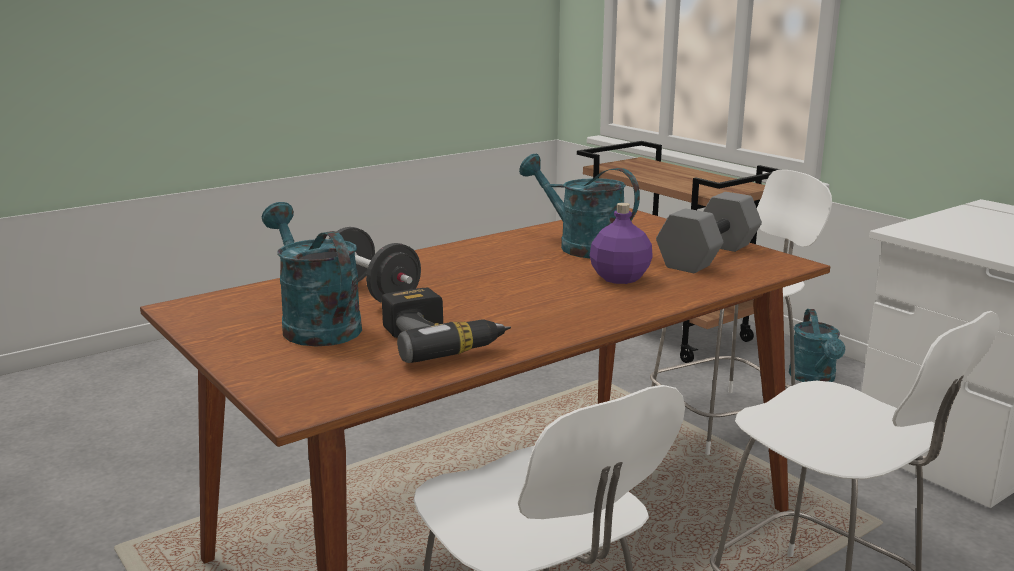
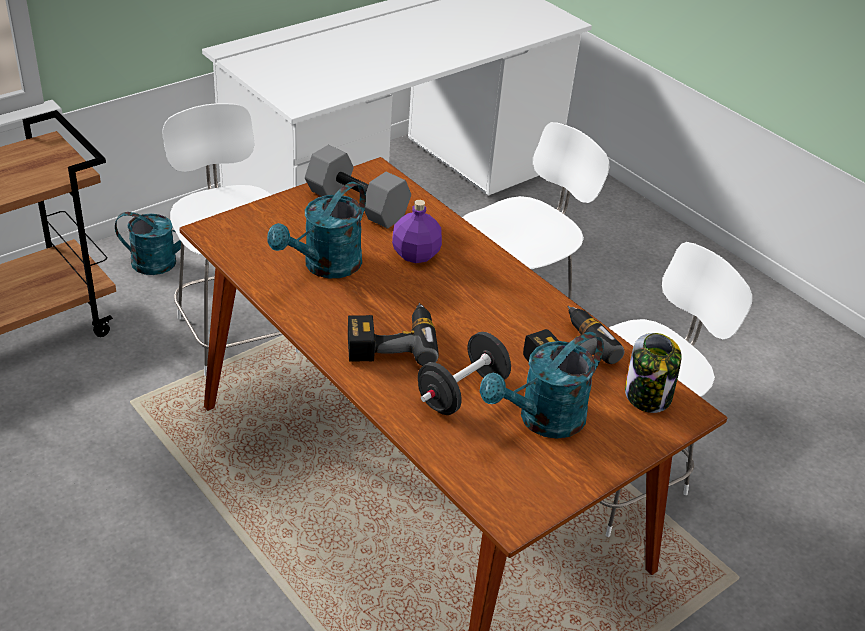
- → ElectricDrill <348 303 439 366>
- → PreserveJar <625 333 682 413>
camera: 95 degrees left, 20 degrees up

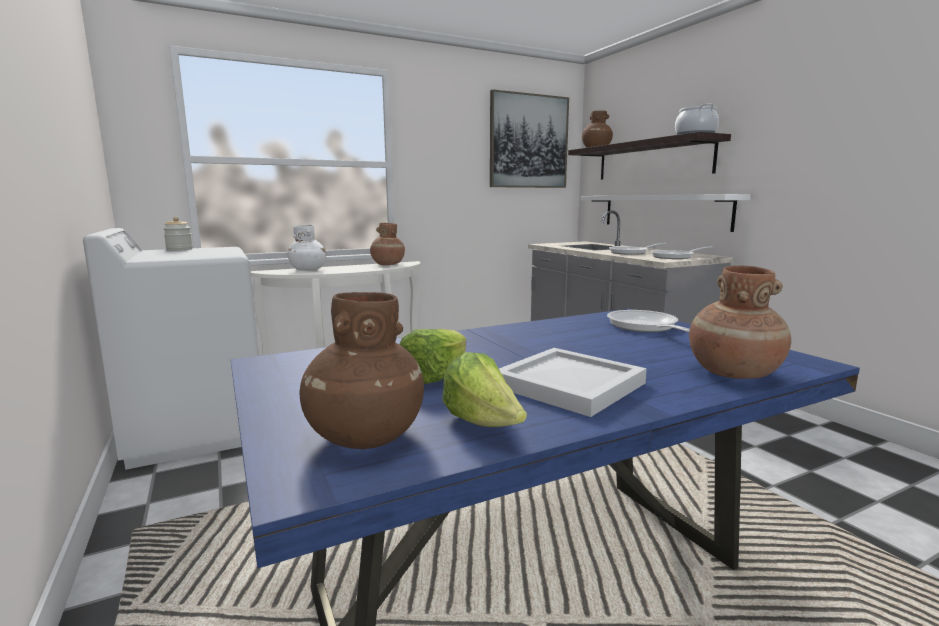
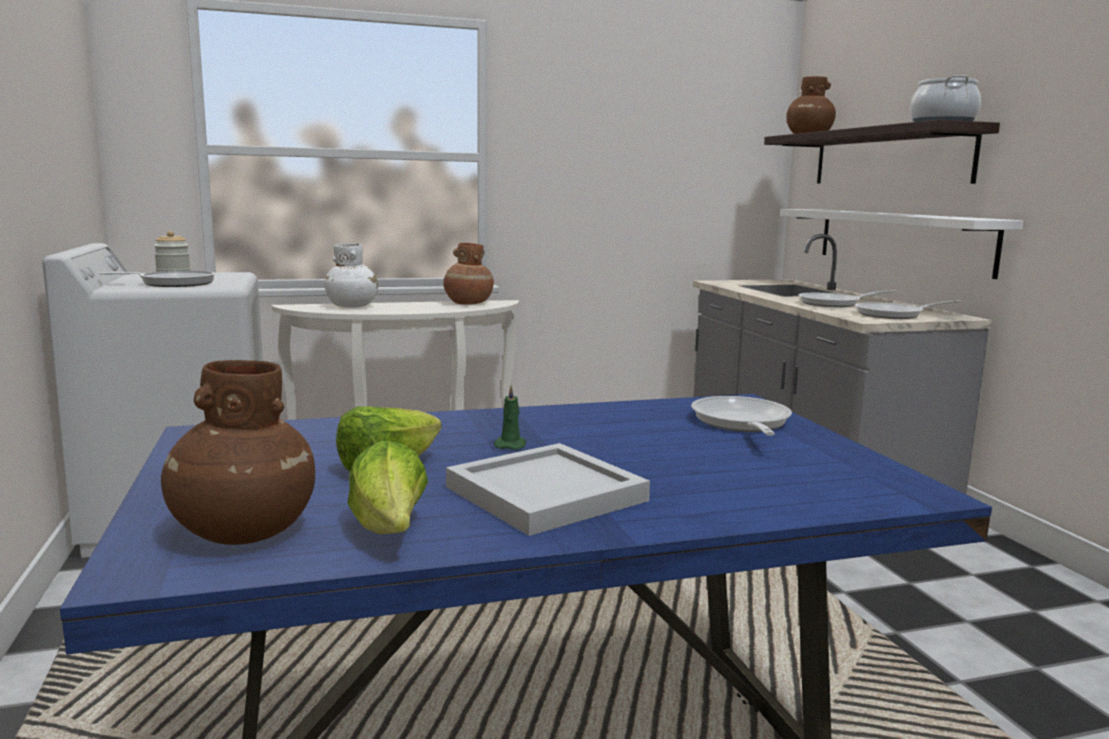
WallPicture <490 90 569 188> → -
BrownDecorativeVase <689 265 791 379> → -
- → FryingPan <99 271 215 287>
- → GreenishWaxCandle <494 385 526 450>
camera: 10 degrees right, 0 degrees up

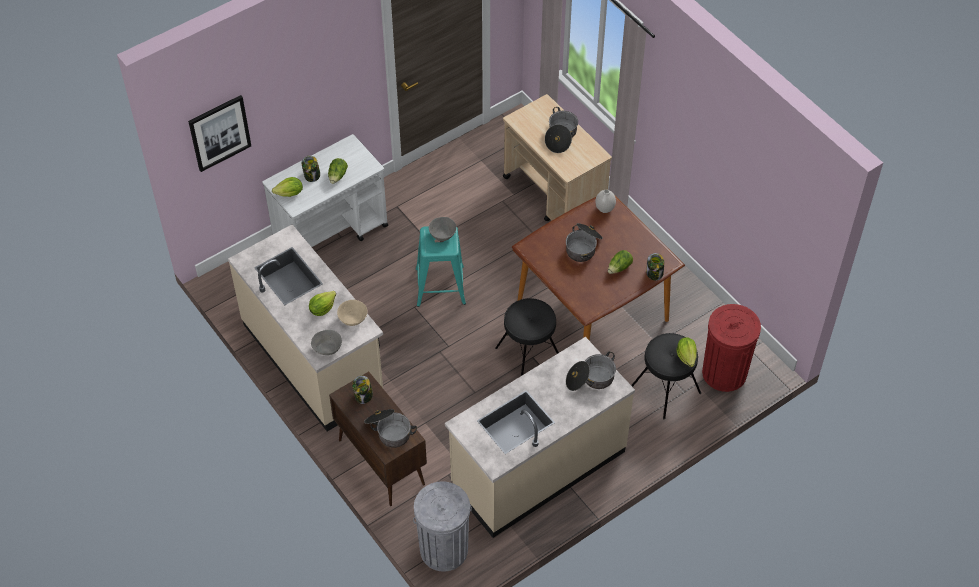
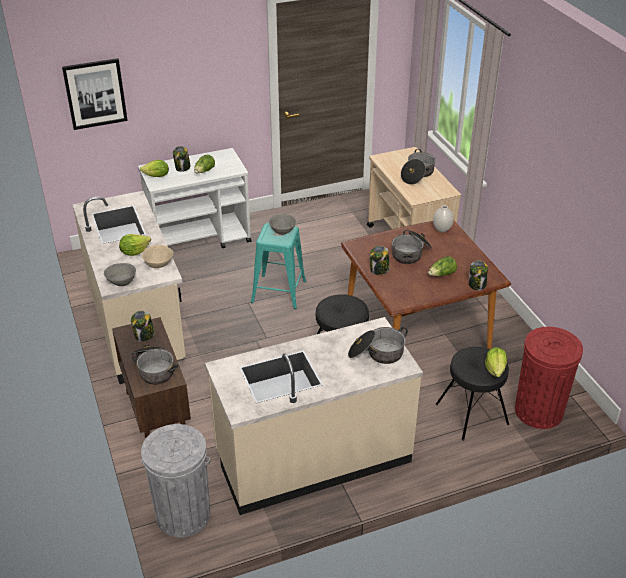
- → PreserveJar <370 246 390 275>
camera: 15 degrees right, 15 degrees down

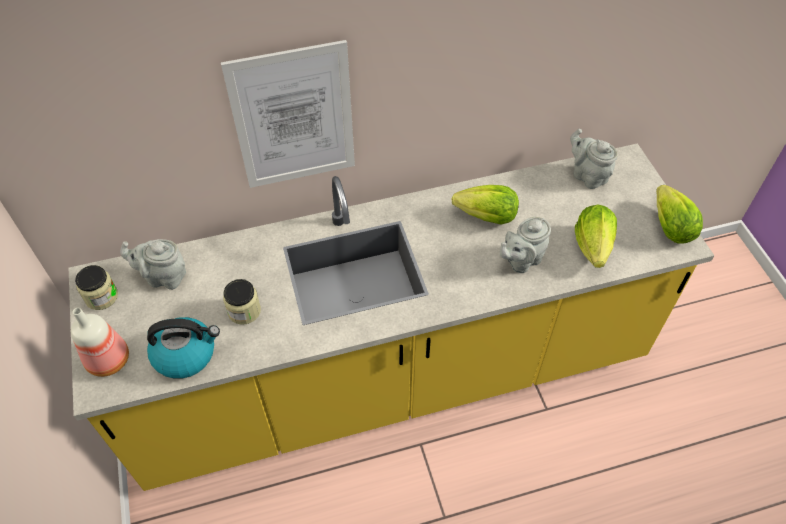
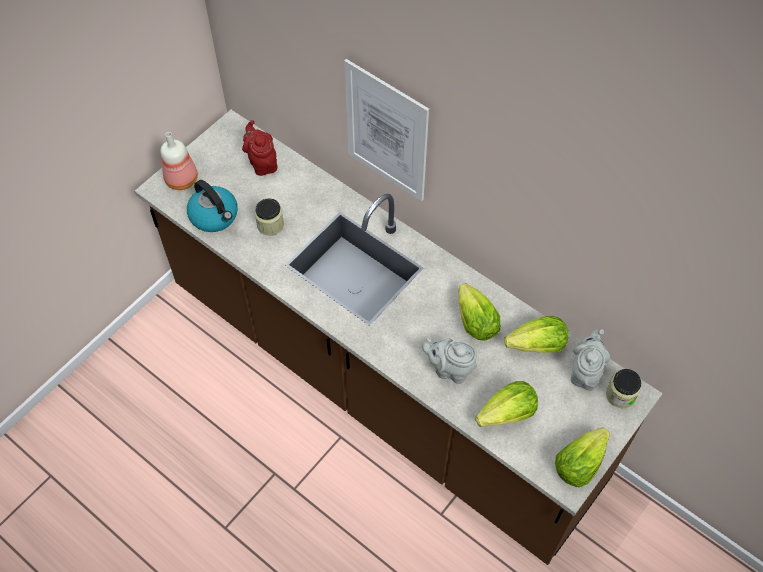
YellowishKitchenCounter <69 143 714 491> → BrownKitchenCounter <134 110 663 565>
PreserveJar <75 265 118 310> → PreserveJar <606 369 641 408>, moved
GreyTeapot <120 239 186 290> → ReddishTeapot <242 120 277 176>
- → LettuceHead <504 316 569 353>
camera: 55 degrees right, 5 degrees up

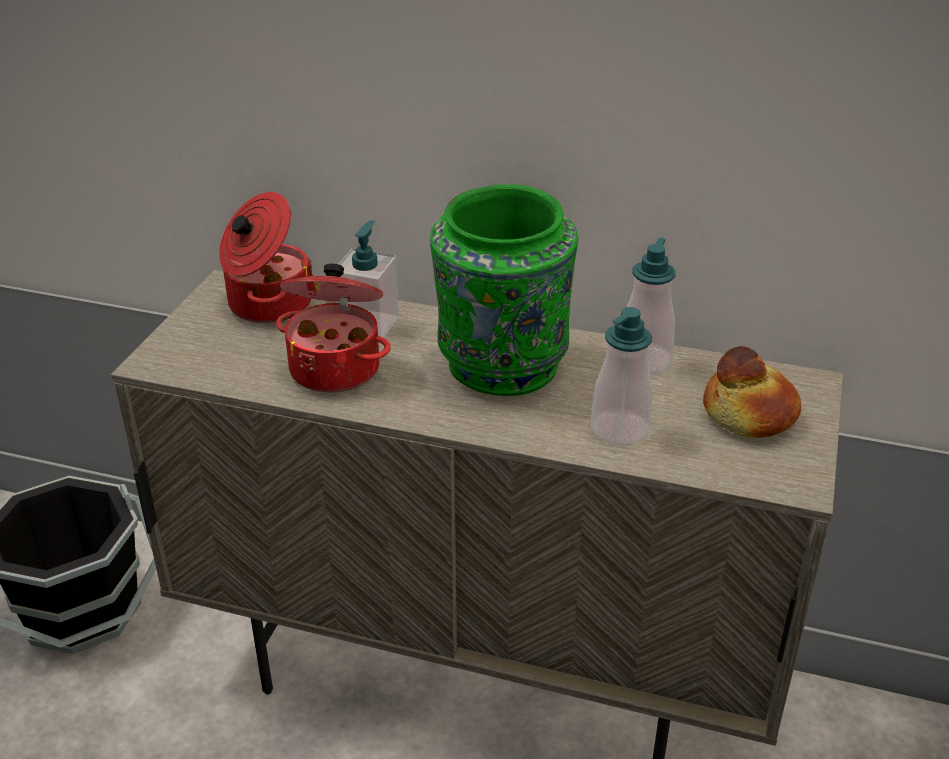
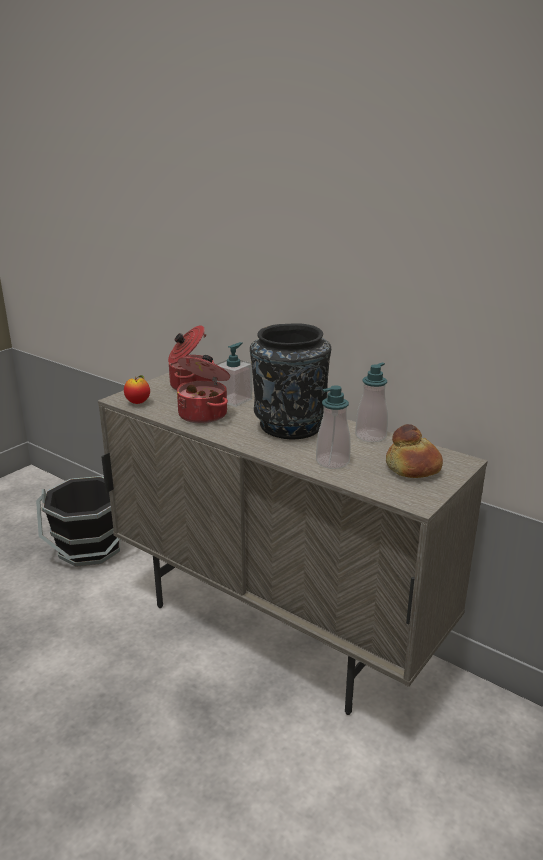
GreenishDecorativeVase <430 184 578 396> → BlackDecorativeVase <250 324 331 439>
- → WholeApple <124 375 150 404>
camera: 20 degrees right, 10 degrees down

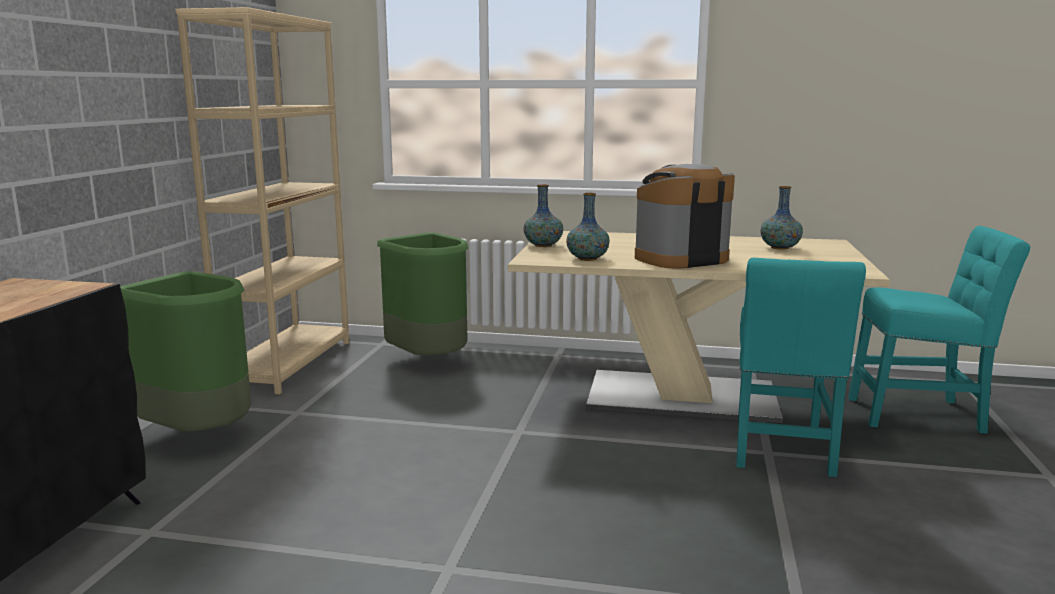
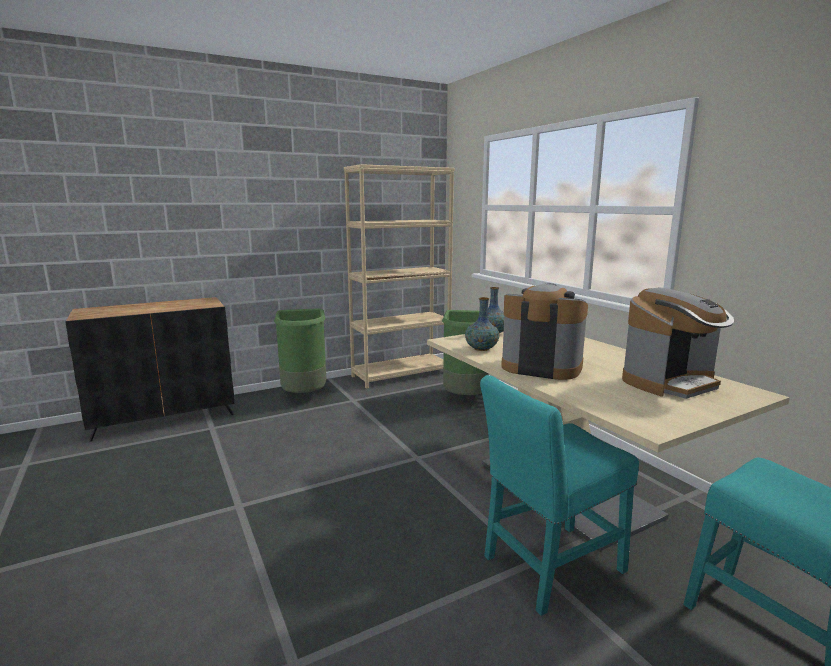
DecorativeVase <760 186 803 250> → CoffeeMachine <622 288 734 399>
camera: 50 degrees right, 0 degrees up

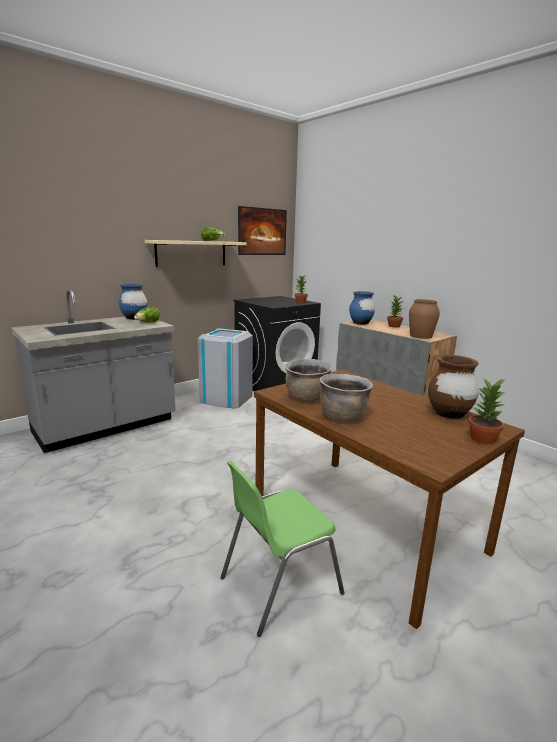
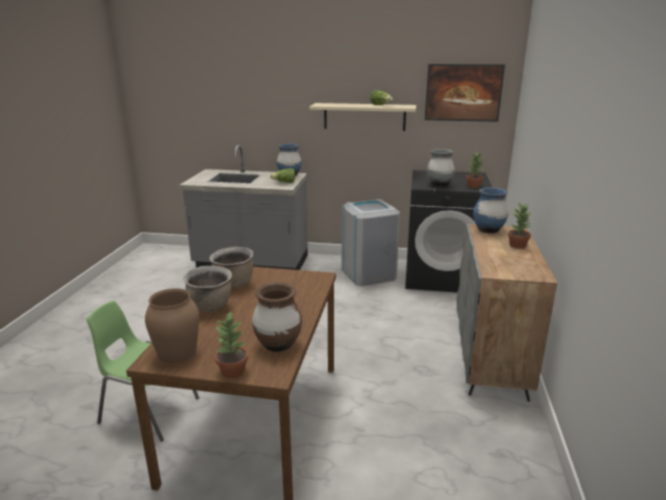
BrownDecorativeVase <409 299 440 339> → BrownDecorativeVase <145 288 199 364>, moved
- → GreyDecorativeVase <426 149 455 187>
camera: 50 degrees right, 5 degrees up

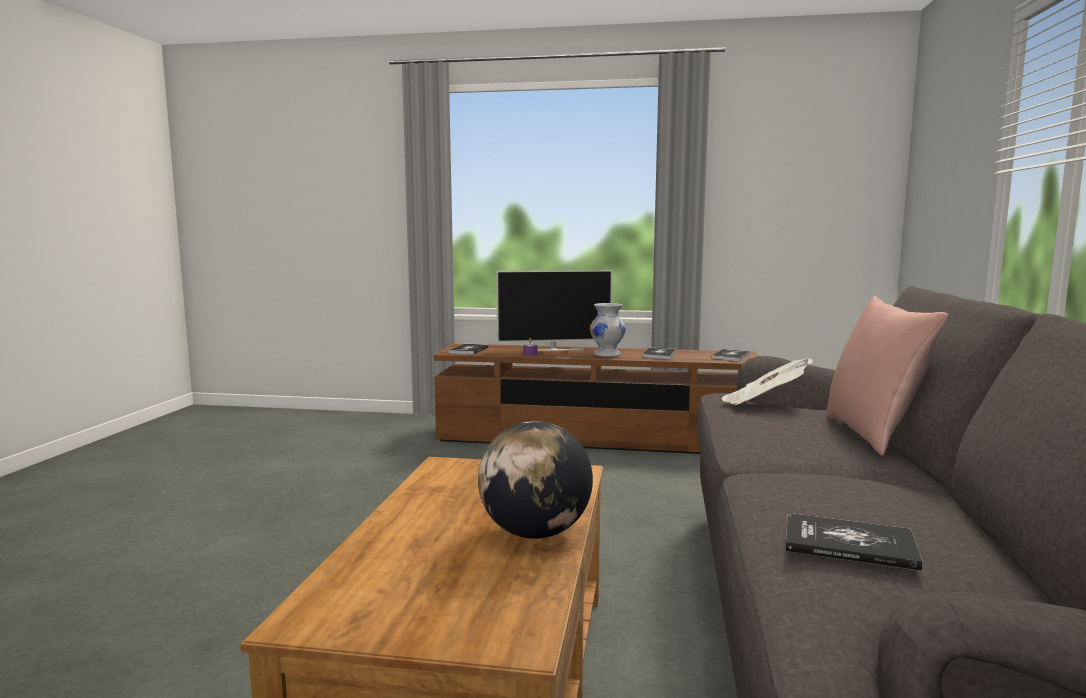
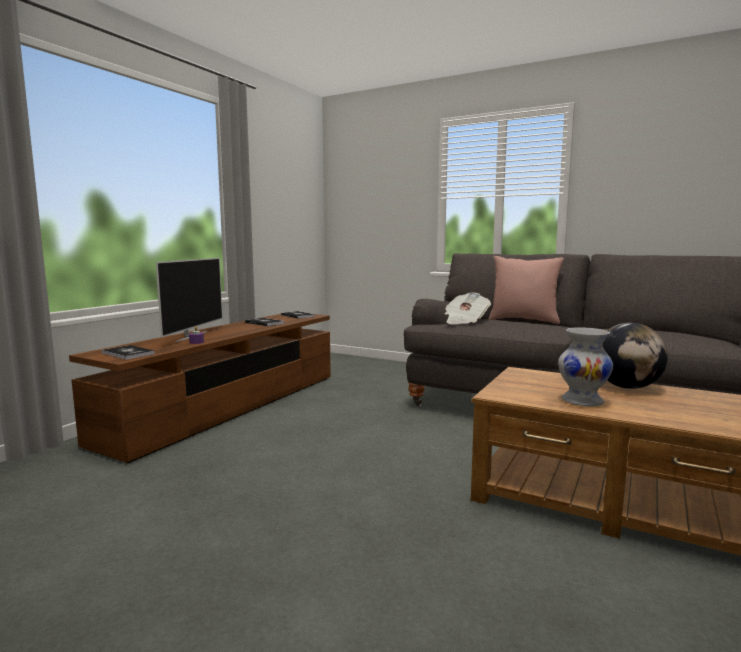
WhiteColouredDecorativeVase <590 303 626 357> → WhiteColouredDecorativeVase <558 327 613 406>, moved
Book <786 513 923 571> → -
camera: 70 degrees left, 0 degrees up

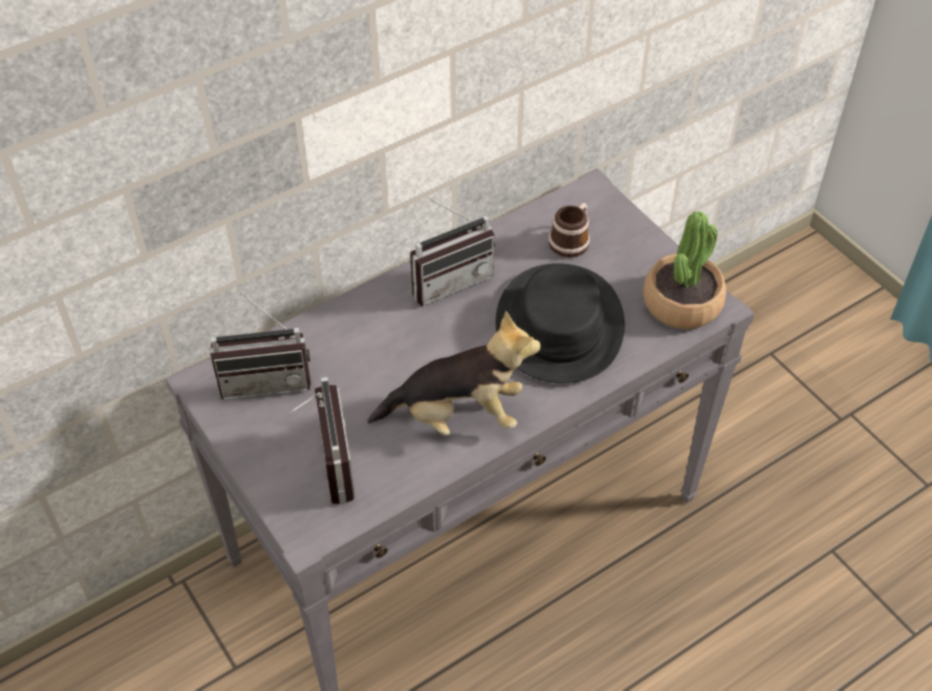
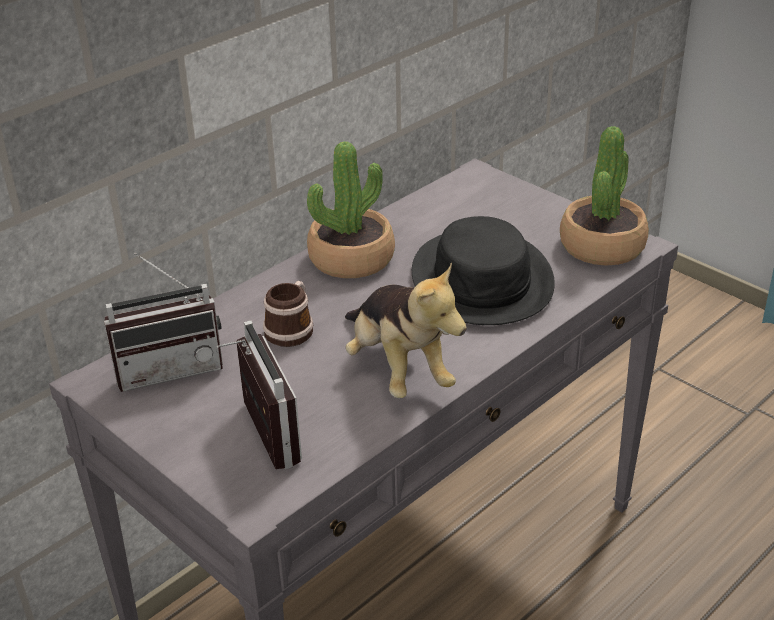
PlushToy <367 311 541 436> → PlushToy <345 262 467 398>, 75 degrees clockwise
RadioSet <410 197 496 306> → Houseplant <307 141 395 278>
TeaMug <549 203 590 258> → TeaMug <263 281 313 347>, moved
camera: 10 degrees left, 15 degrees down

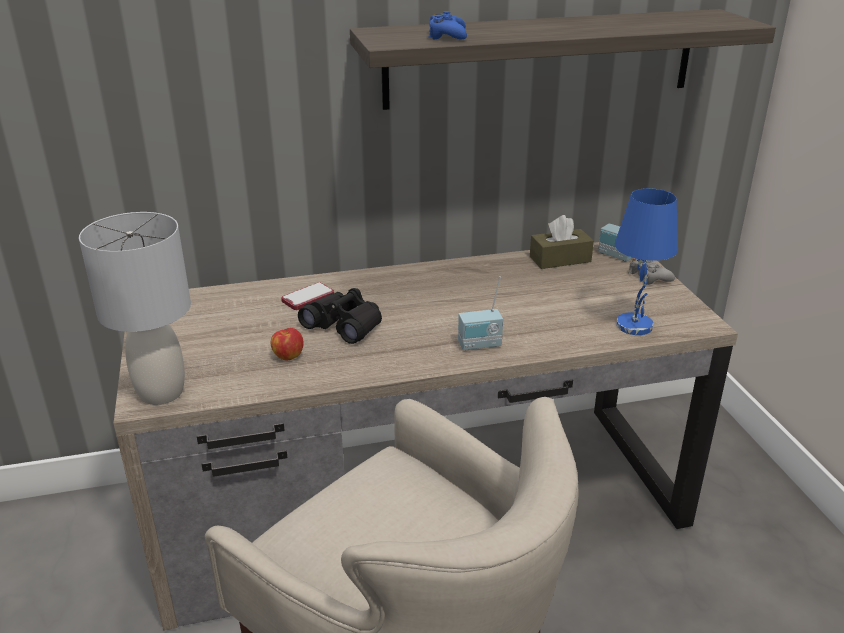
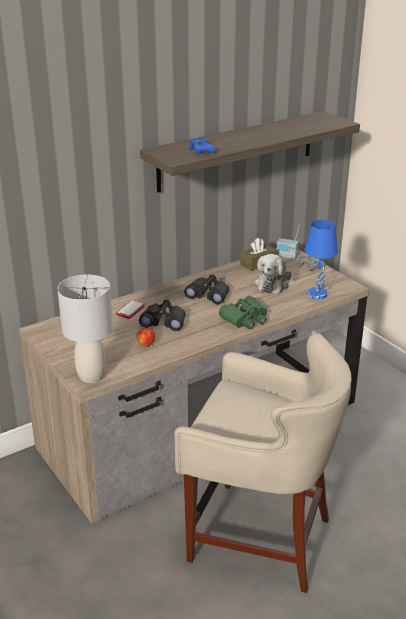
RadioSet <458 276 503 351> → GreenishPairOfBinoculars <219 296 267 329>
- → BlackPairOfBinoculars <184 274 229 304>
- → PlushToy <254 254 291 294>
camera: 20 degrees left, 0 degrees up

